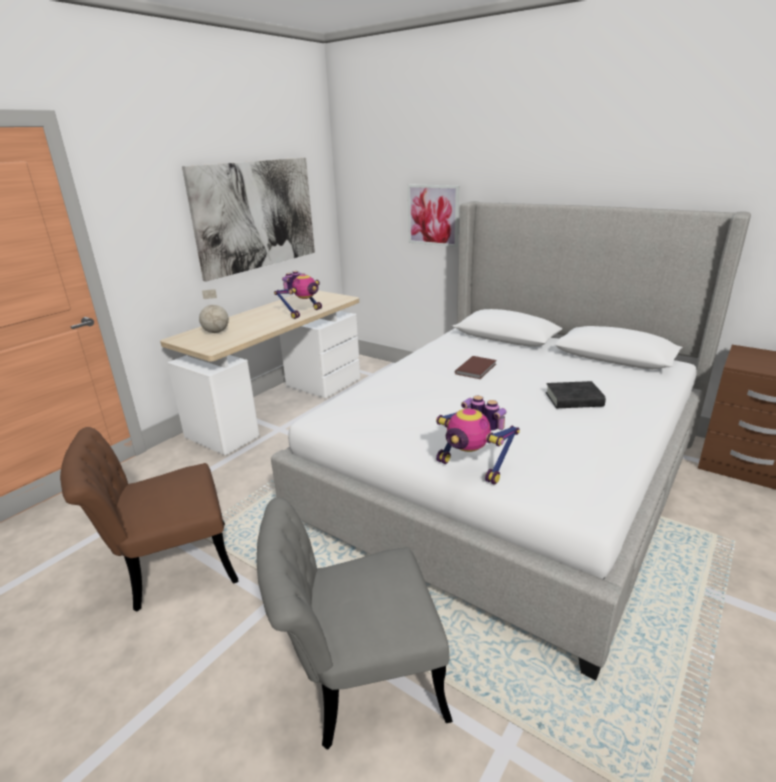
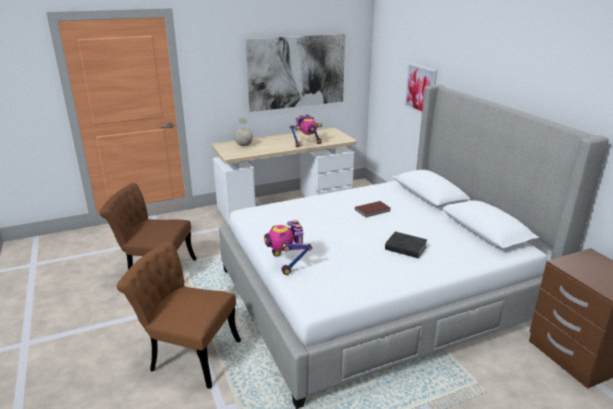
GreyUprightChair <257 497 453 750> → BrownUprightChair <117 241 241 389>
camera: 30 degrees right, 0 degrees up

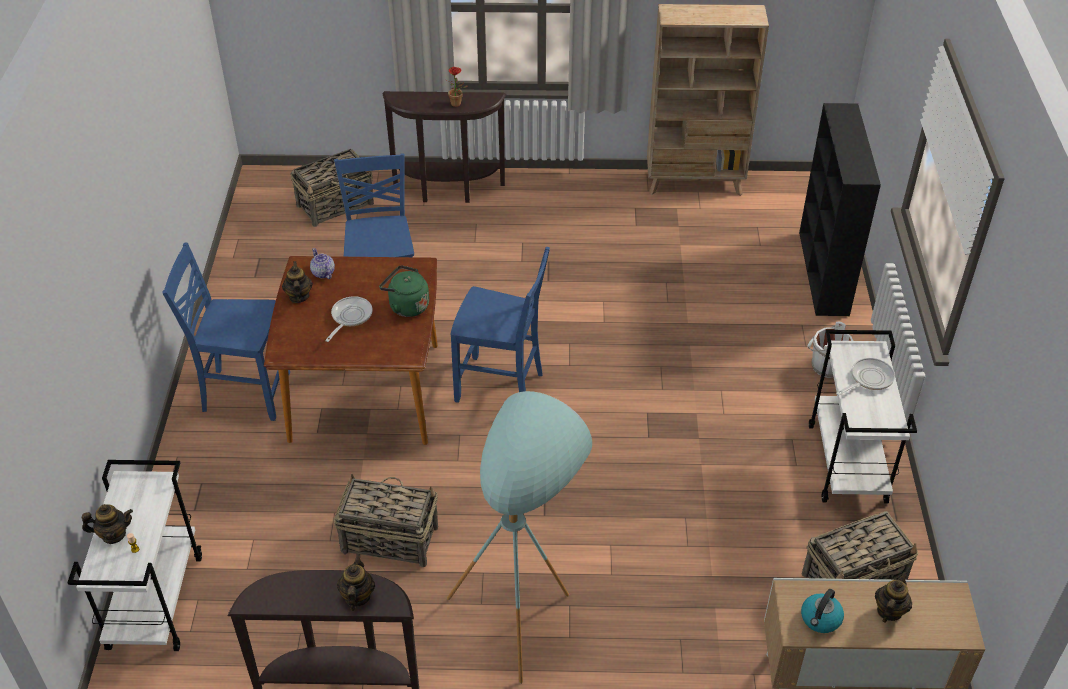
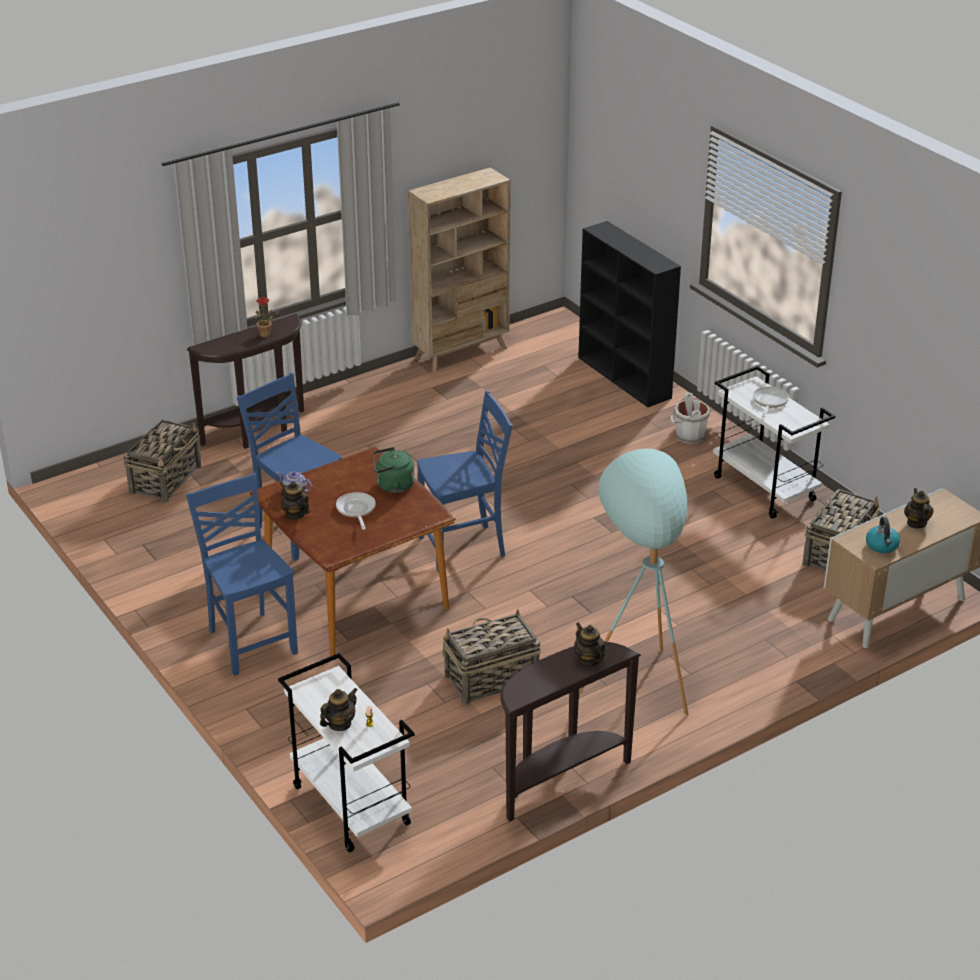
BluishUprightChair <163 243 290 421> → BluishUprightChair <186 473 298 676>, 90 degrees clockwise
camera: 35 degrees left, 10 degrees down

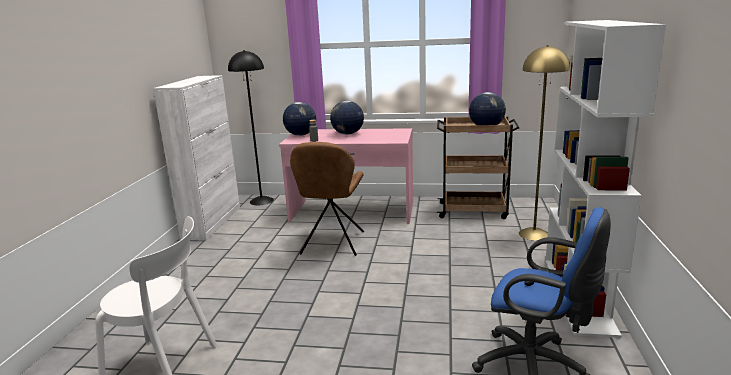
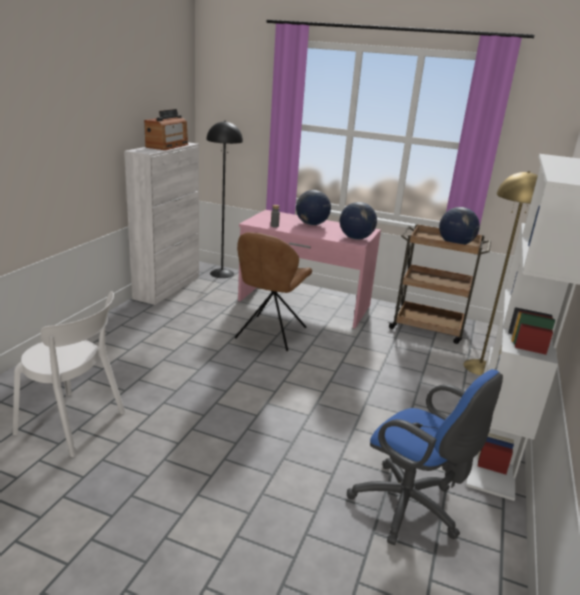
Globe <283 102 316 136> → Globe <340 202 377 240>, moved
- → RadioSet <144 109 189 150>
camera: 10 degrees right, 5 degrees up

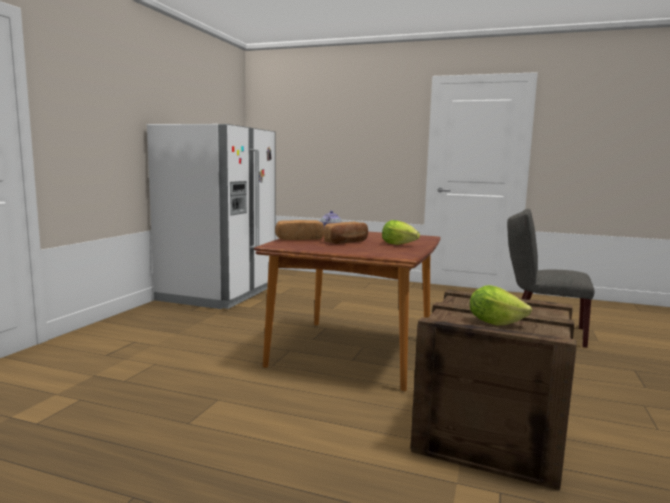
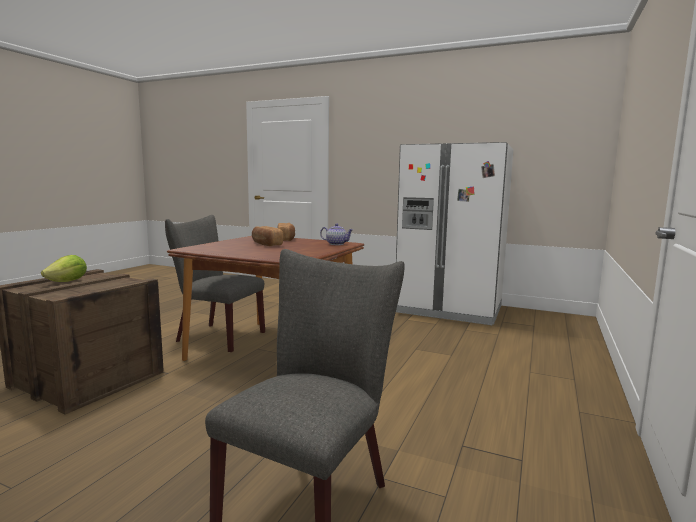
LettuceHead <382 220 420 245> → -
- → GreyUprightChair <165 215 265 352>
camera: 95 degrees right, 0 degrees up

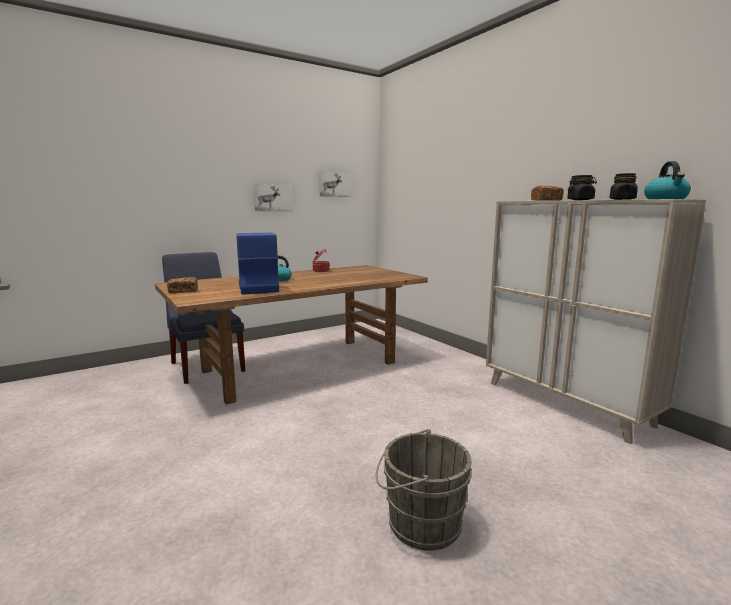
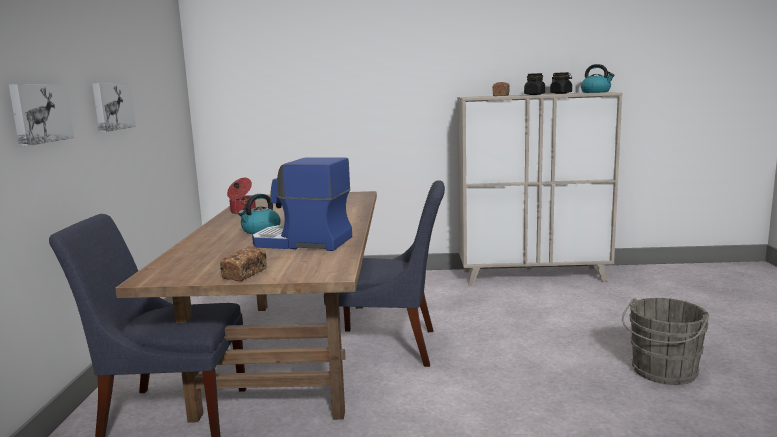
WallPicture <319 171 352 197> → WallPicture <9 84 74 146>, moved
- → BluishUprightChair <324 180 445 367>
camera: 55 degrees left, 0 degrees up

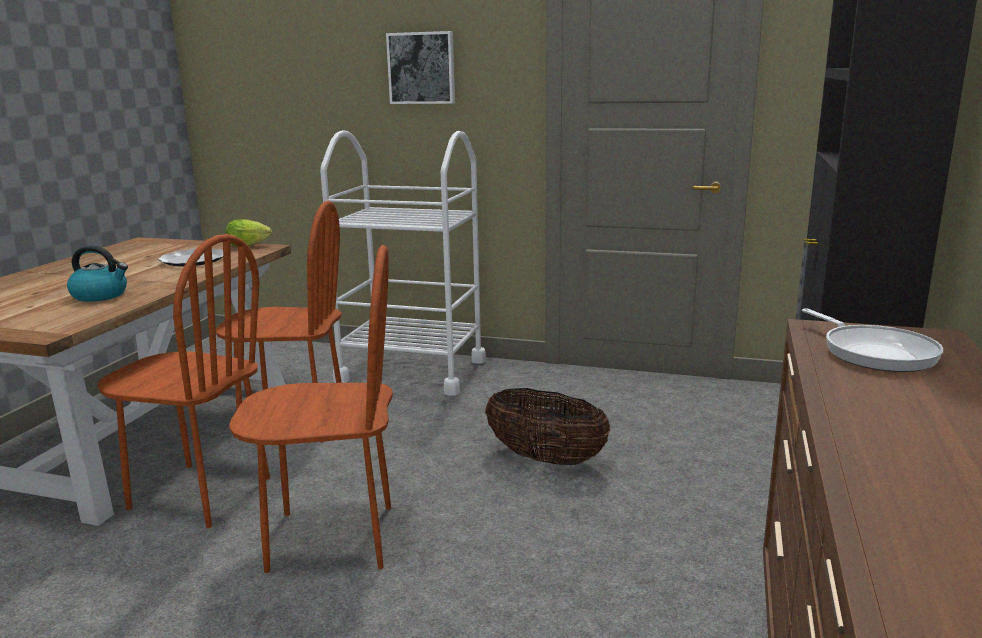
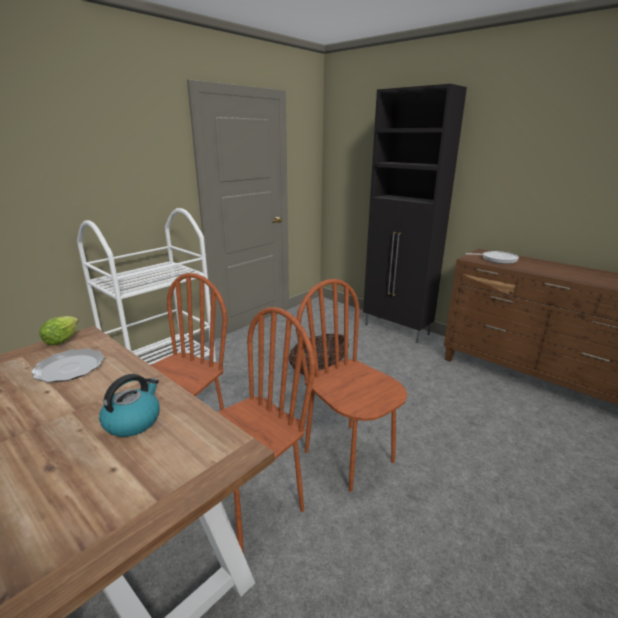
BrownUprightChair <229 245 393 573> → BrownUprightChair <296 279 407 492>, 60 degrees counterclockwise
WallPicture <386 31 455 104> → -
camera: 65 degrees left, 5 degrees up

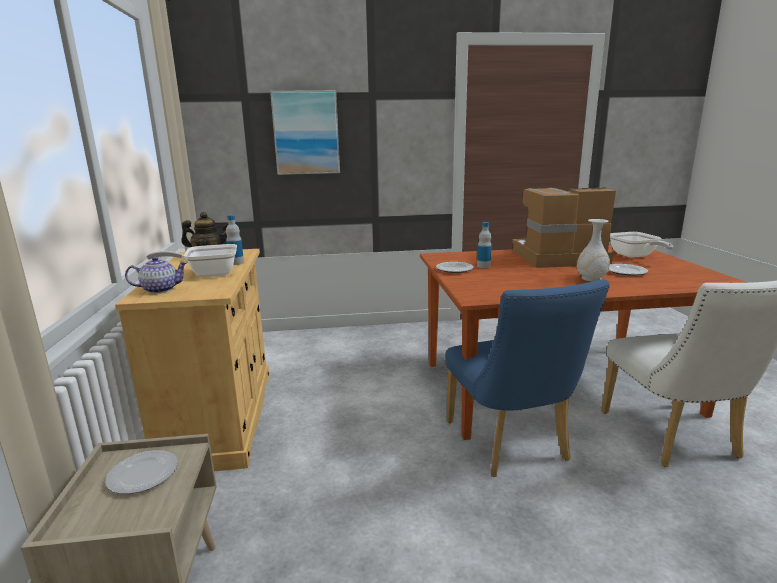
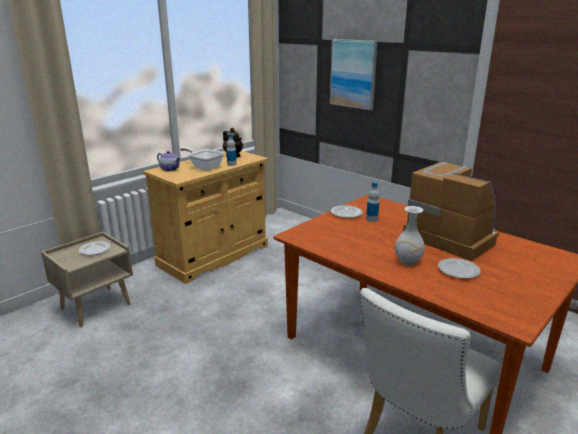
BluishUprightChair <445 279 610 477> → -
FryingPan <610 232 673 258> → -
camera: 50 degrees right, 5 degrees up

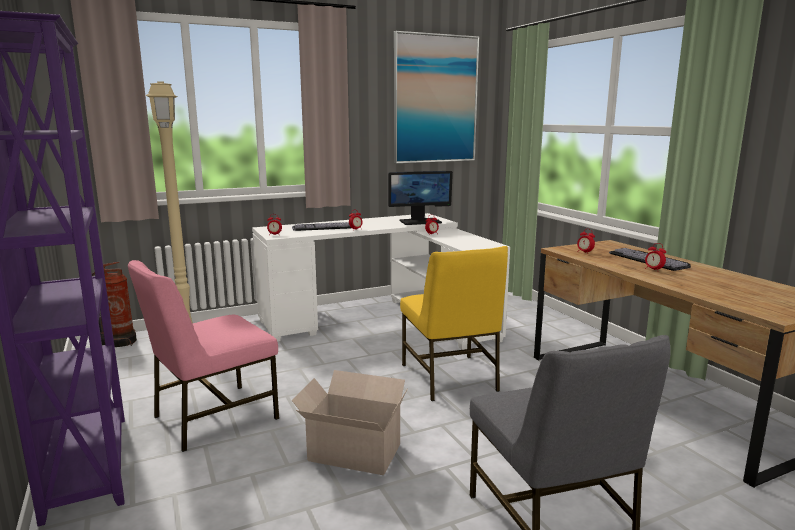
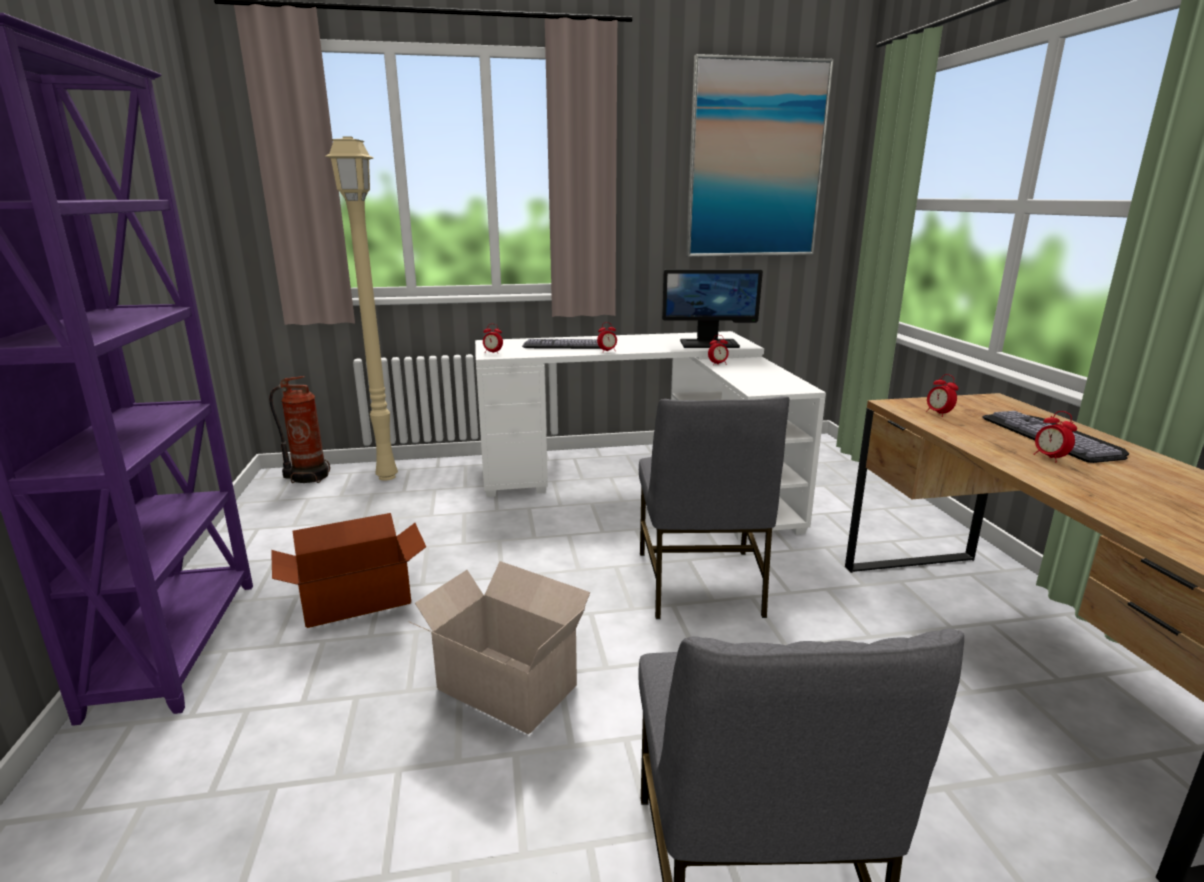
PinkishUprightChair <128 260 279 452> → PackingBox <271 513 426 628>
YellowishUprightChair <400 246 508 401> → GreyUprightChair <639 396 789 619>
camera: 15 degrees right, 5 degrees up

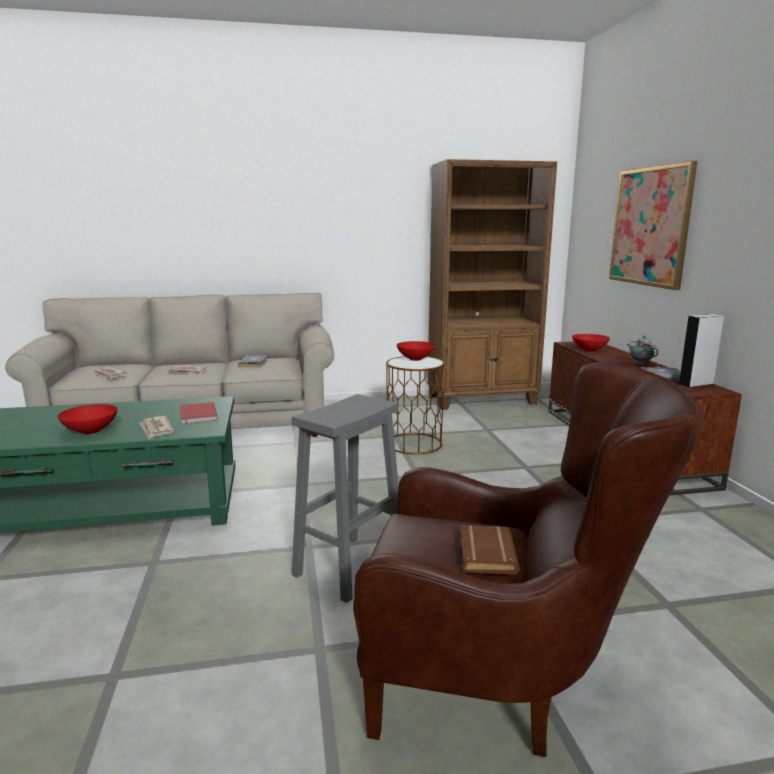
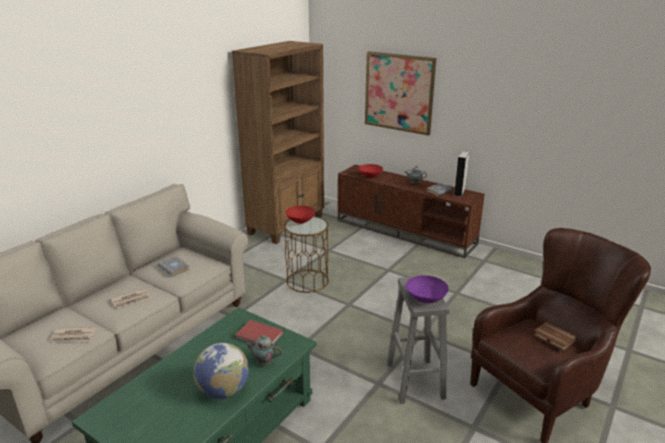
ReddishDeepDish <57 404 118 434> → Globe <193 343 249 399>
Newspaper <139 416 174 439> → Teapot <245 335 282 365>
- → PurplishDeepDish <406 275 448 303>
camera: 45 degrees left, 10 degrees up

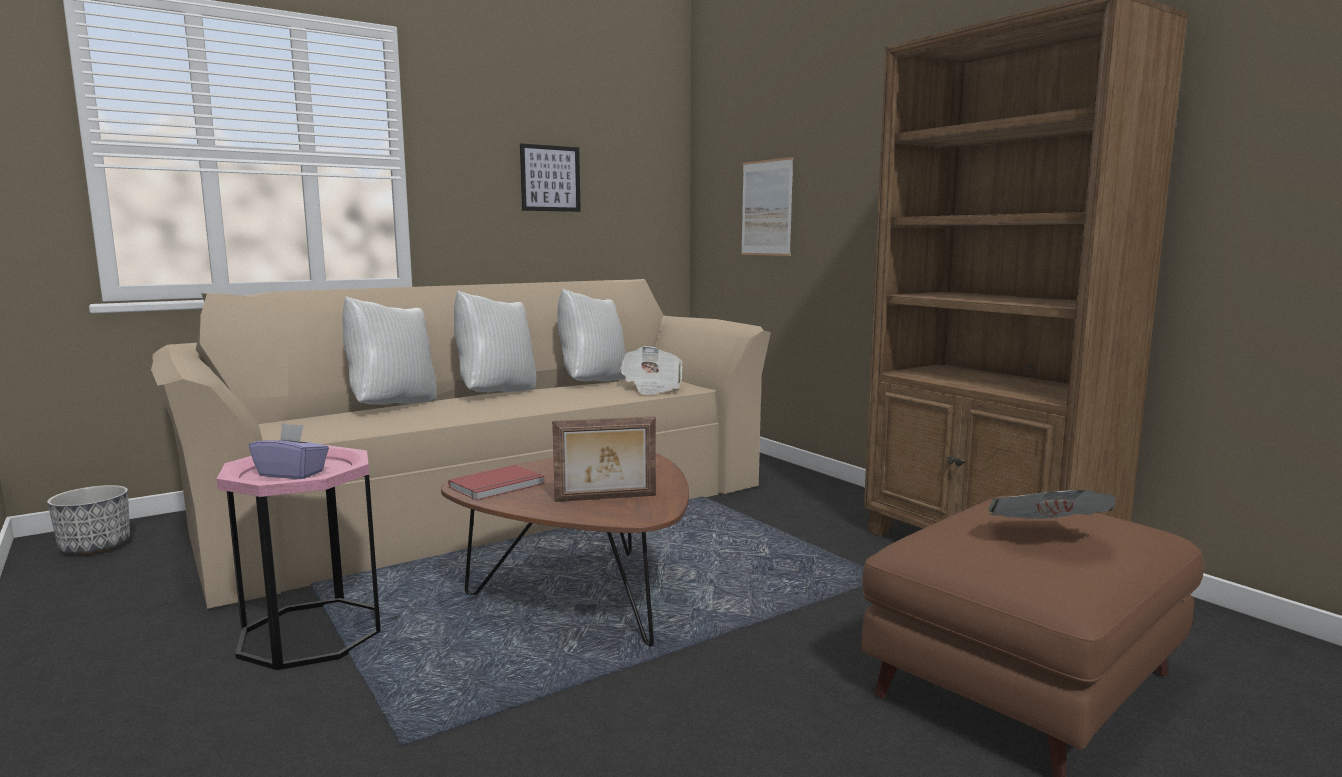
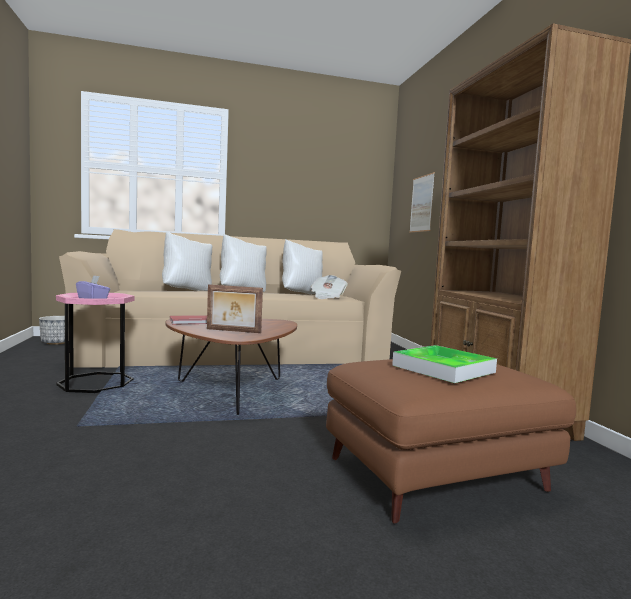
WallPicture <520 143 581 212> → -
Newspaper <988 490 1116 519> → Tray <392 345 497 383>
camera: 20 degrees right, 5 degrees down

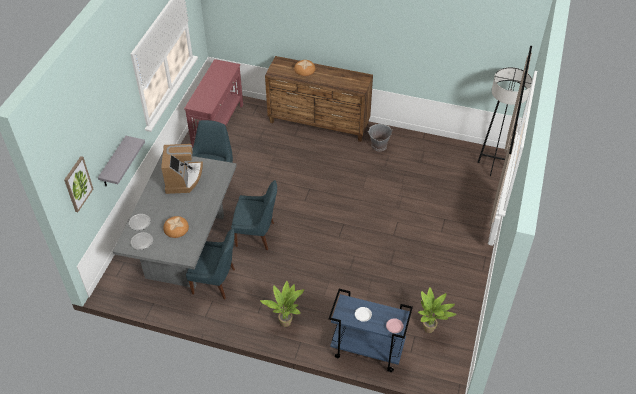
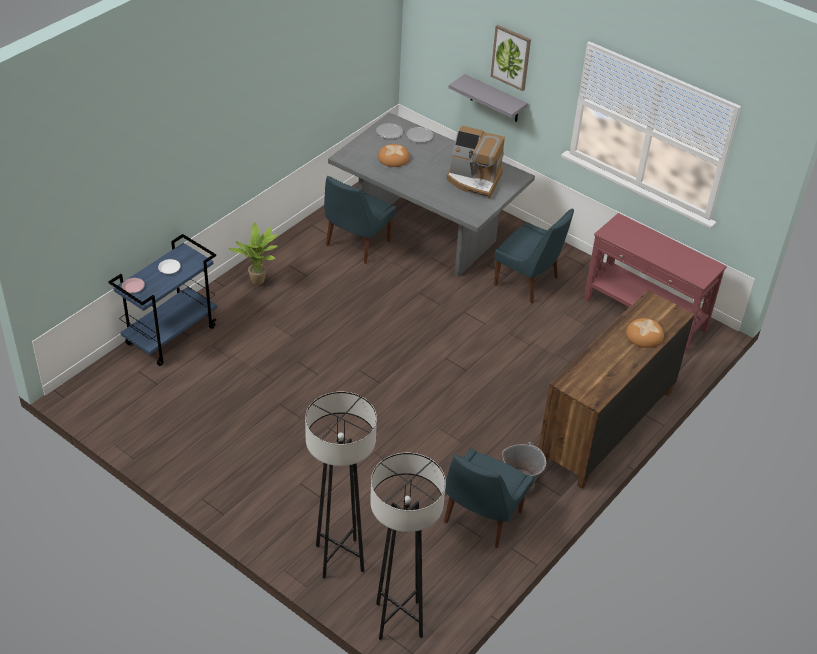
WallPicture <64 156 93 212> → WallPicture <491 25 531 91>, moved
BluishUprightChair <231 180 277 250> → BluishUprightChair <444 449 533 548>, moved
Houseplant <418 288 456 333> → -
- → GreyStandardLamp <305 392 377 579>
camera: 110 degrees right, 5 degrees down

